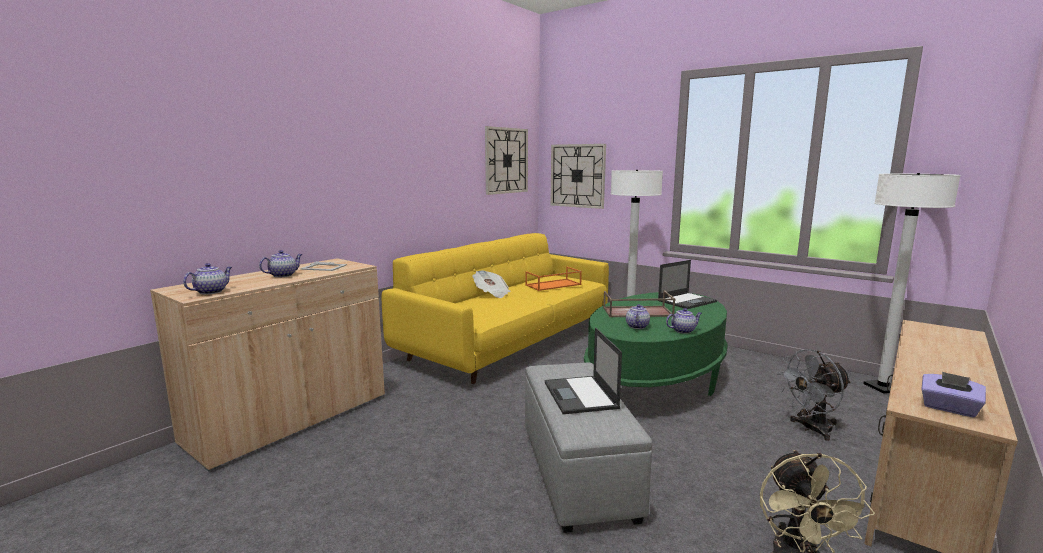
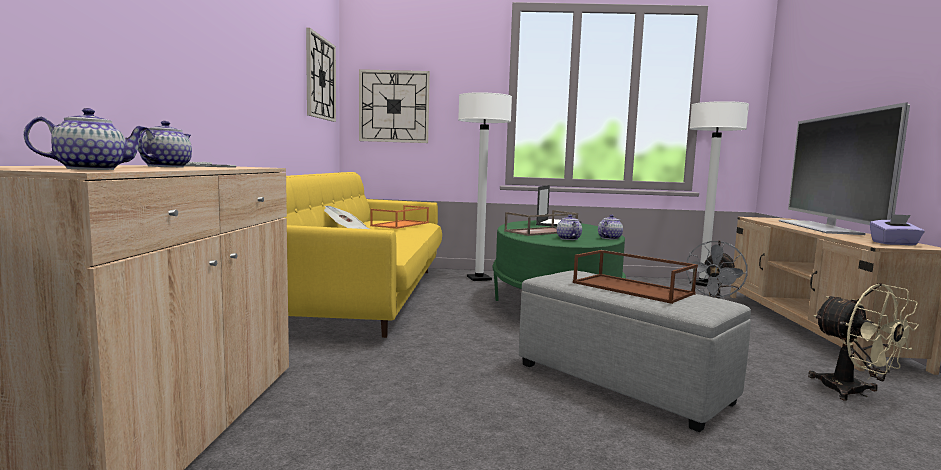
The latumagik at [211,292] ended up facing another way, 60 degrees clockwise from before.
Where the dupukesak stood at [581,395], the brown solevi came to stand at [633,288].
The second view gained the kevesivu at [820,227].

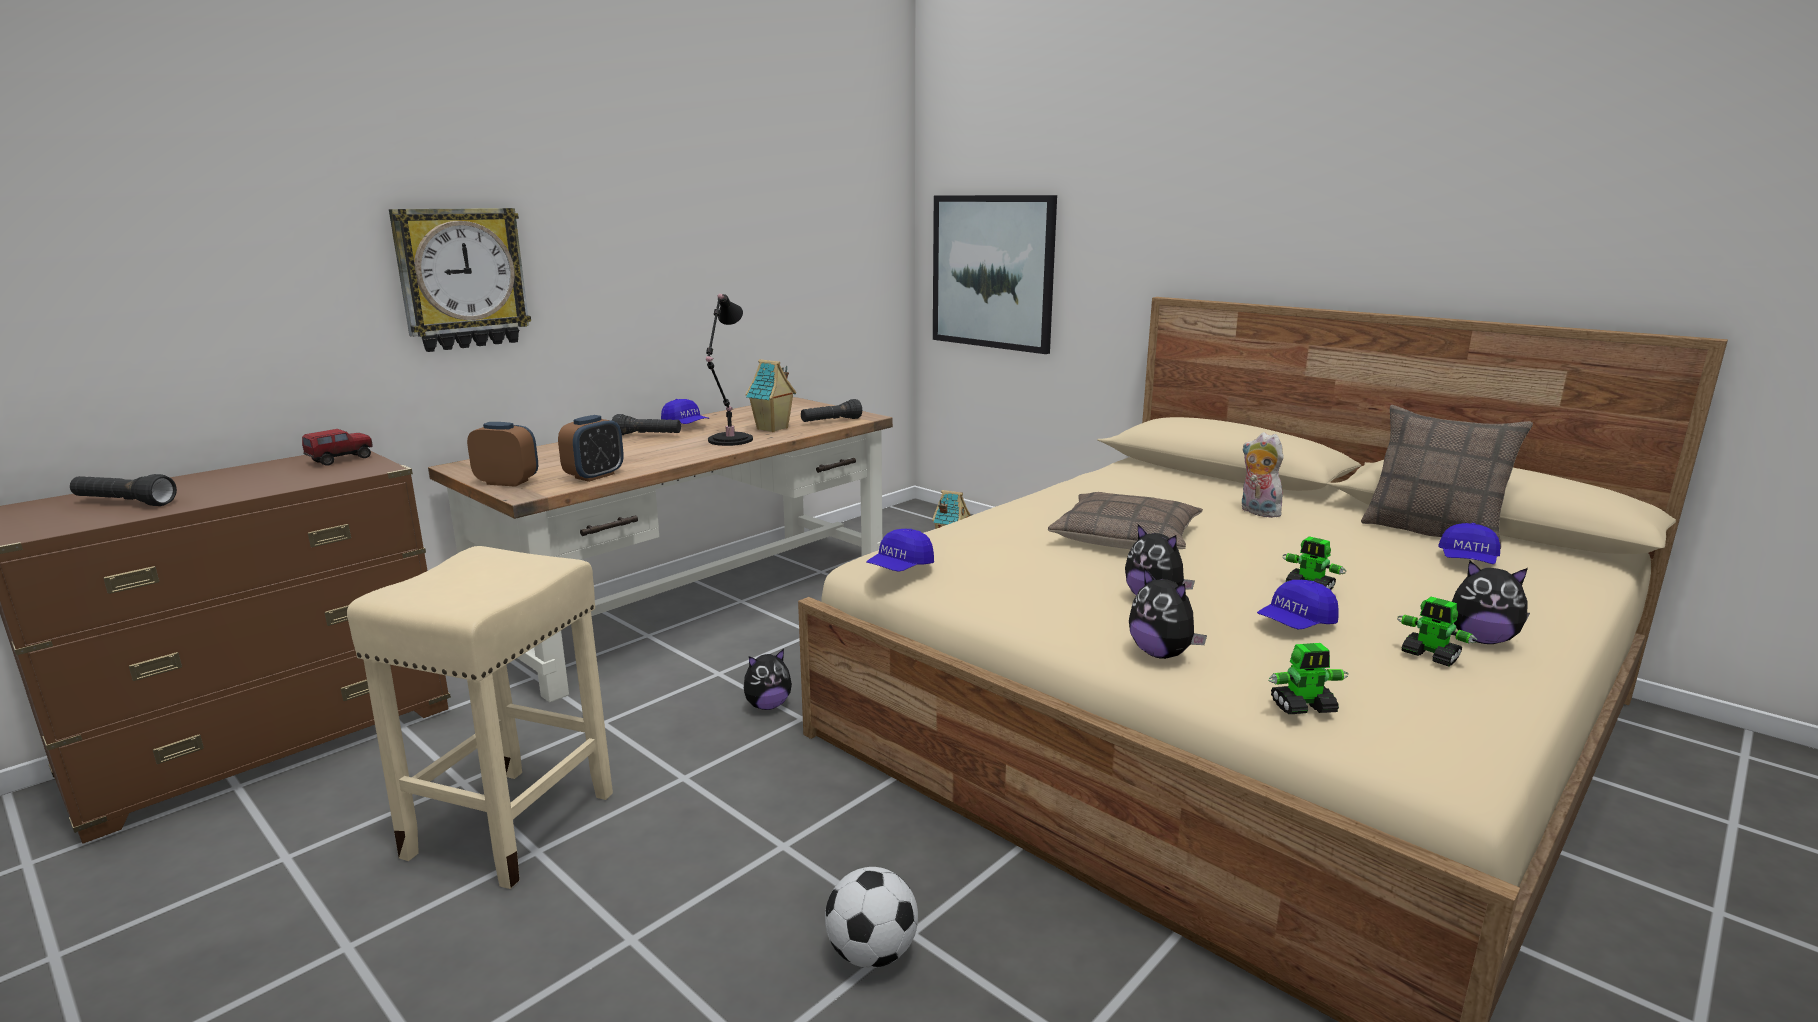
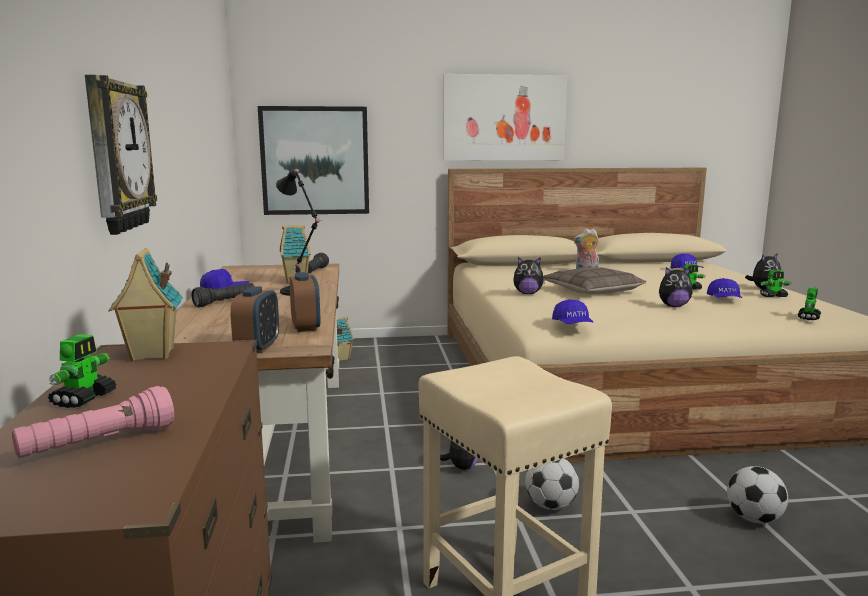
The second view lost the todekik at [1432,531].
The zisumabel at [507,482] ended up facing another way, 135 degrees clockwise from before.
Where the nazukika stood at [340,460], the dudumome came to stand at [151,355].
What was the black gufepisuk at [124,503] turned into the pink gufepisuk at [99,444].
The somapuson ended up elsewhere, having gone from [1161,654] to [527,293].
The second view gained the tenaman at [504,118].
The second view gained the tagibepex at [84,398].
The second view gained the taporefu at [550,505].

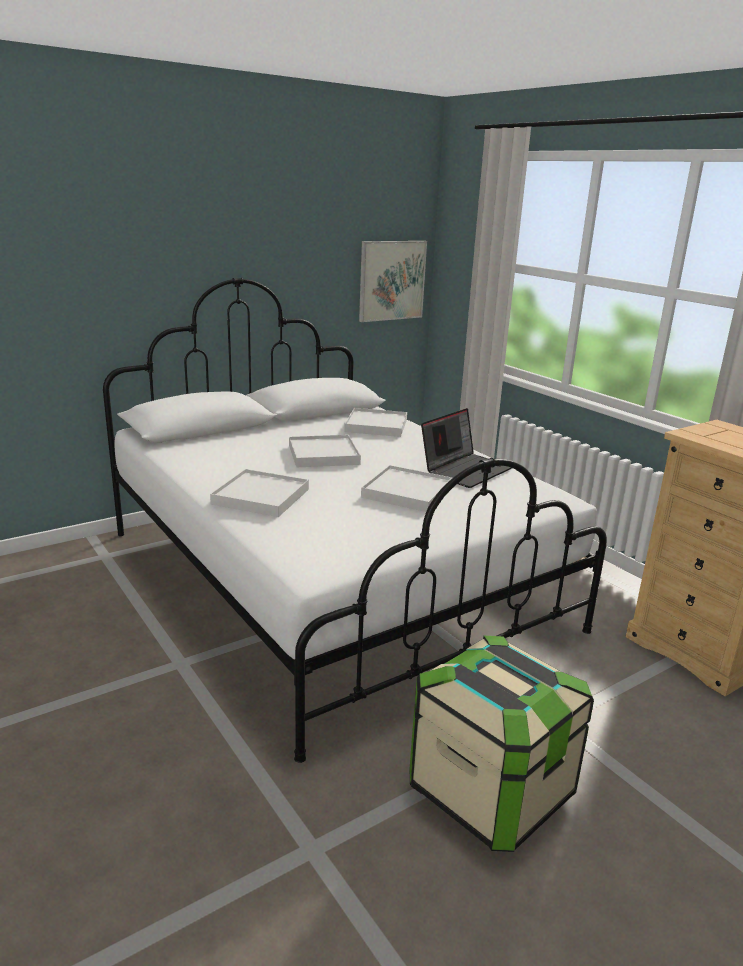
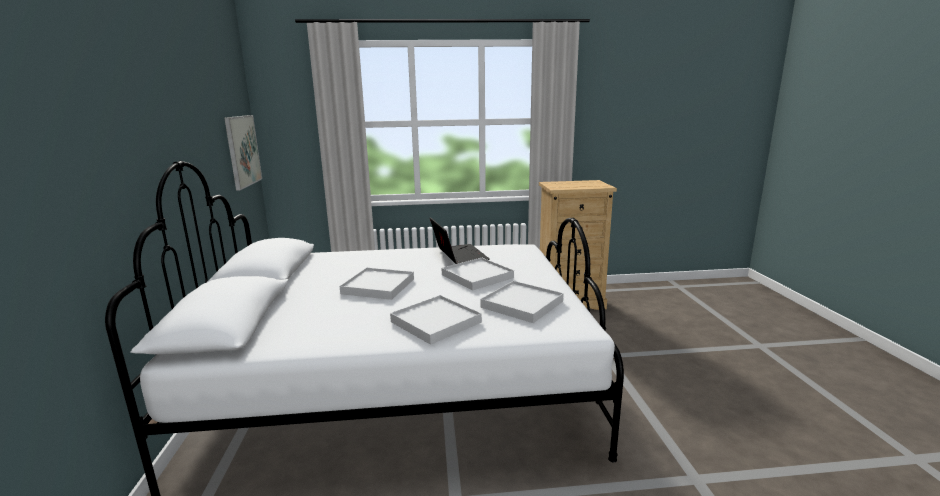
The white solevi ended up elsewhere, having gone from [376,426] to [522,304].
The second view lost the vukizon at [490,790].

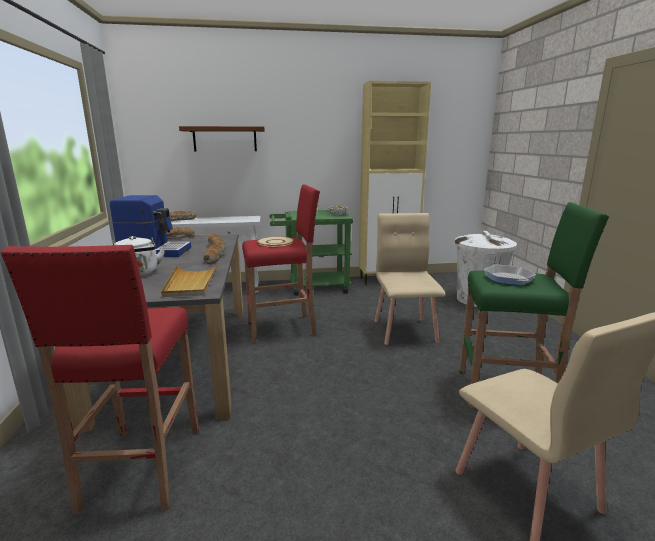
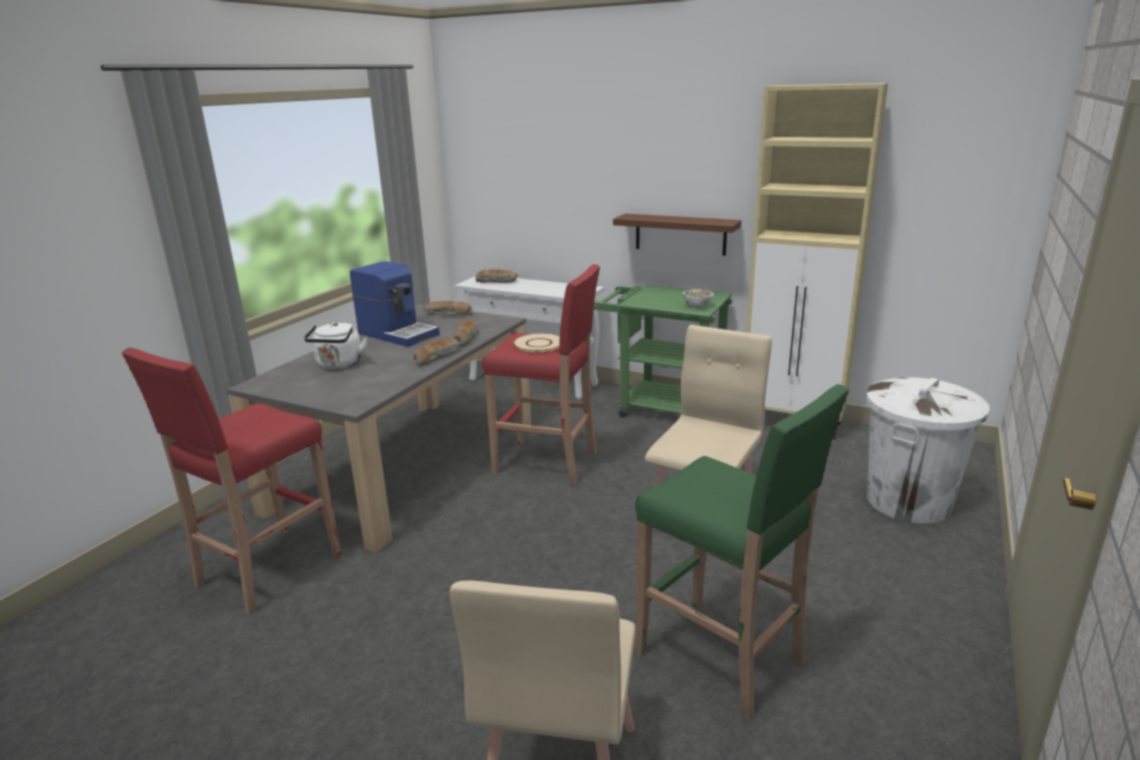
The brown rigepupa ended up elsewhere, having gone from [225,139] to [680,234].
The second view lost the beige solevi at [191,283].
The second view lost the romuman at [508,278].

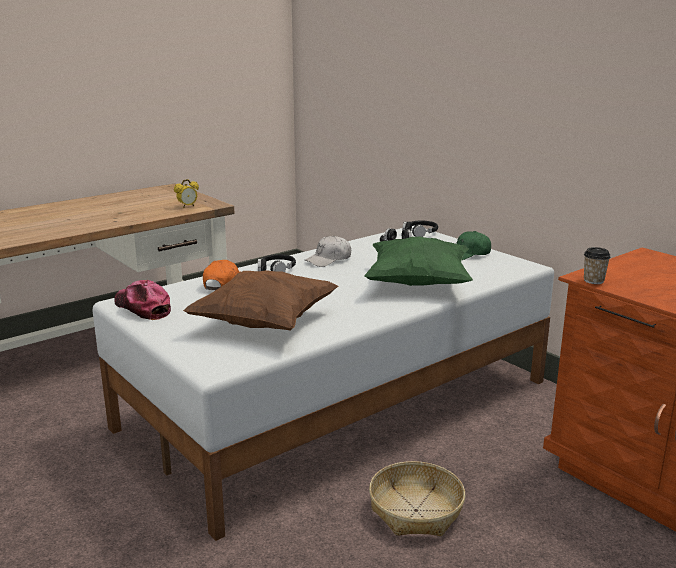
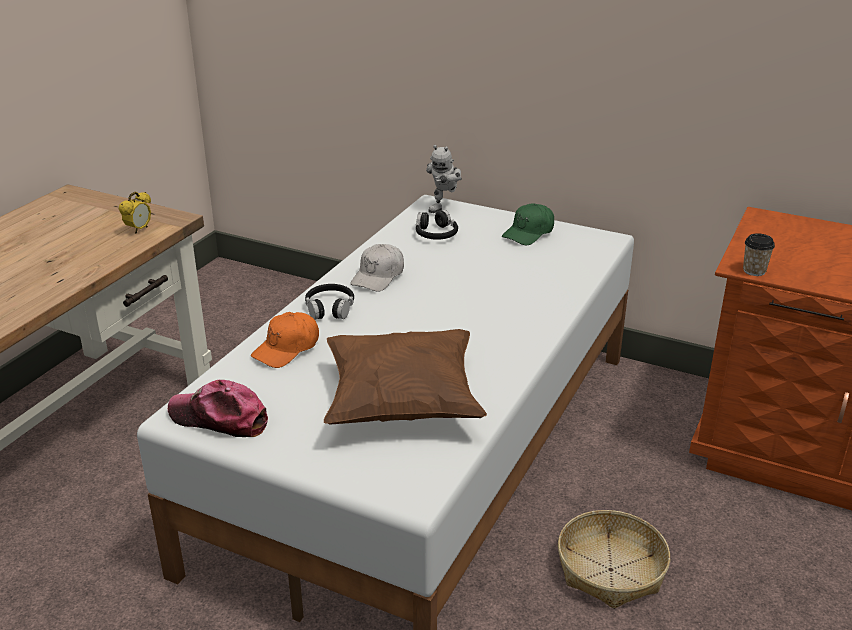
Where the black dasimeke stood at [420,233], the tagibepex came to stand at [445,207].
The second view lost the green todekik at [418,284].
The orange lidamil at [224,284] ended up facing another way, 135 degrees counterclockwise from before.

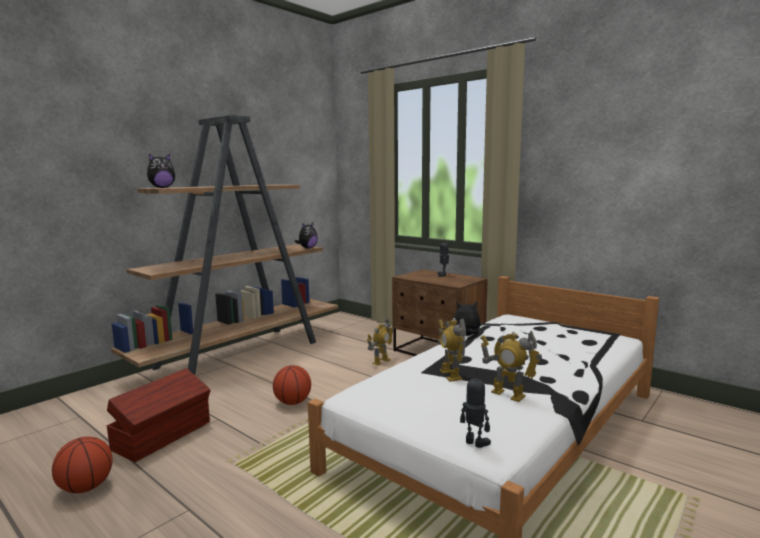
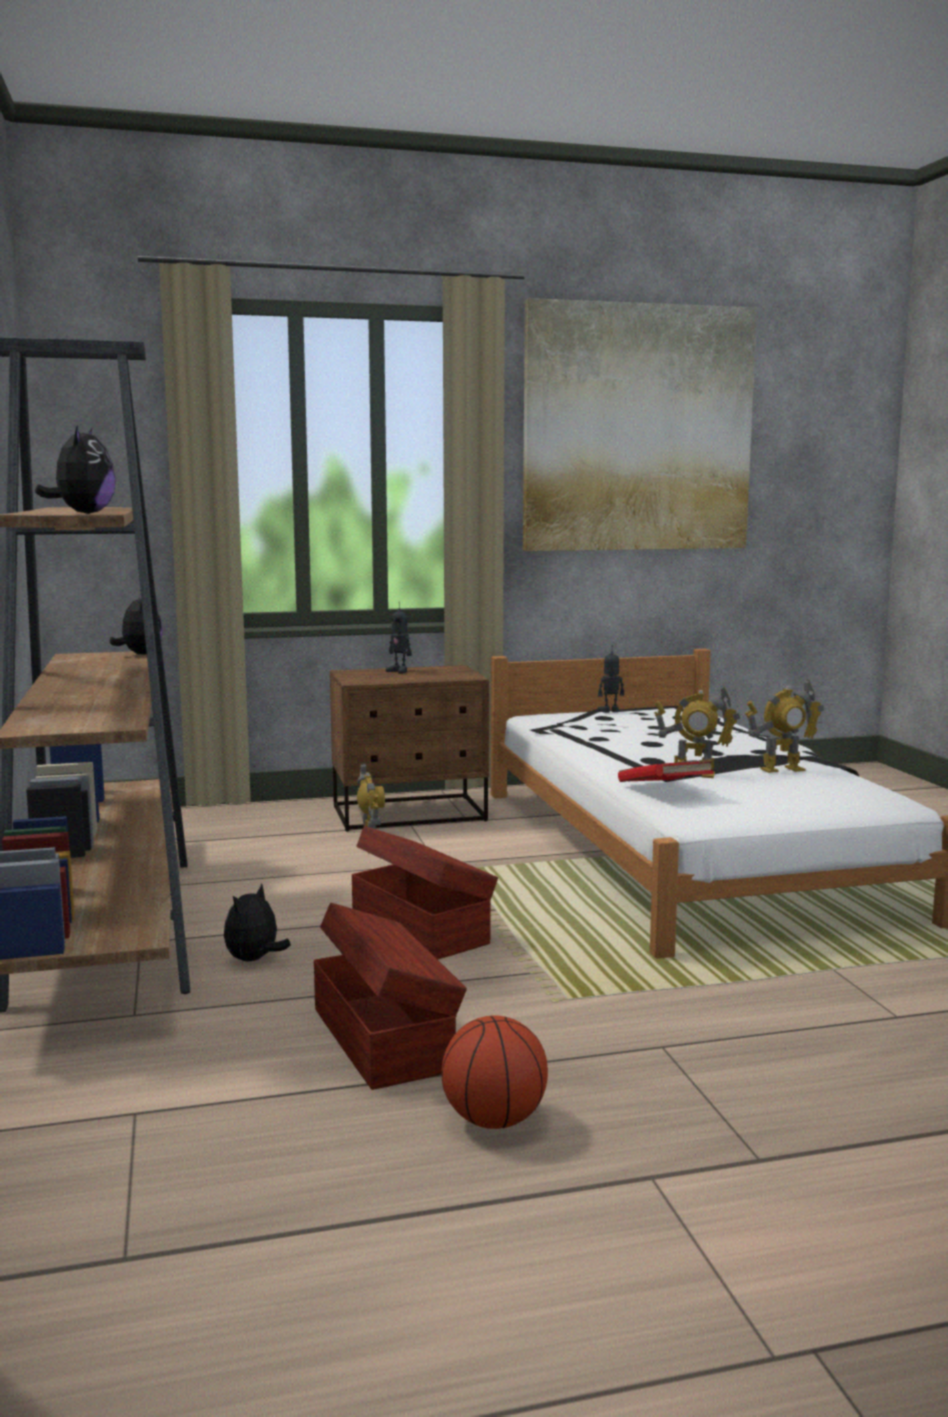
The somapuson ended up elsewhere, having gone from [466,336] to [254,960].
Where the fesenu stood at [293,403], the brown vukizon came to stand at [420,928].
The tagibepex ended up elsewhere, having gone from [474,443] to [610,711].
The second view gained the tenaman at [637,429].
The second view gained the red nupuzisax at [666,791].

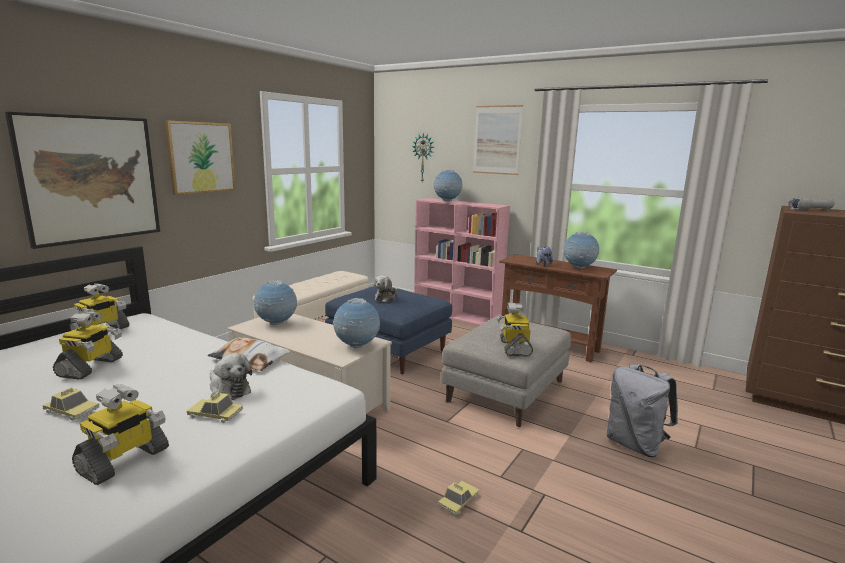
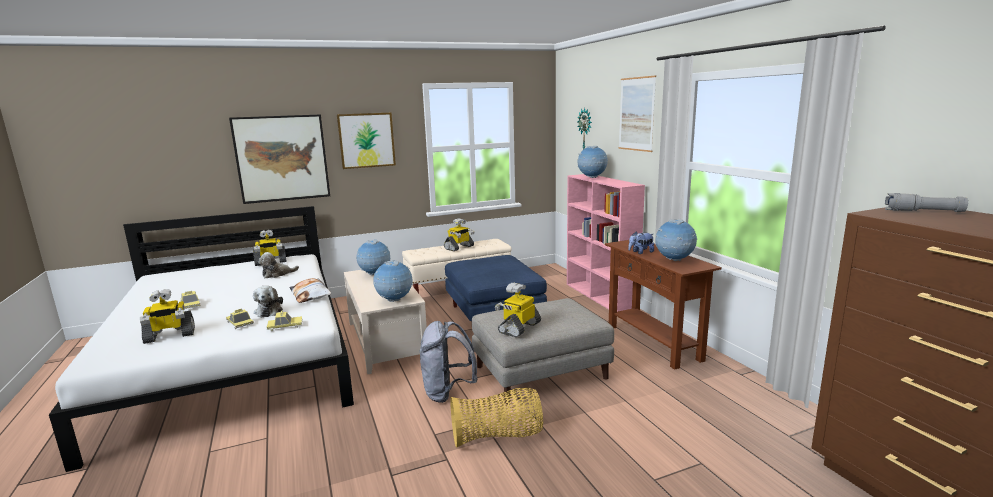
The somapuson ended up elsewhere, having gone from [386,298] to [277,274].
The tagibepex ended up elsewhere, having gone from [91,367] to [459,247].
The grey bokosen ended up elsewhere, having gone from [635,445] to [447,393].
The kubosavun ended up elsewhere, having gone from [458,501] to [285,326].
The second view gained the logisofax at [498,436].

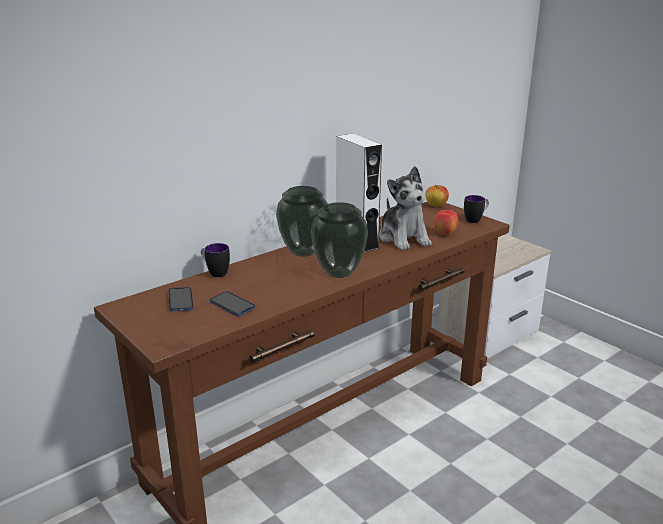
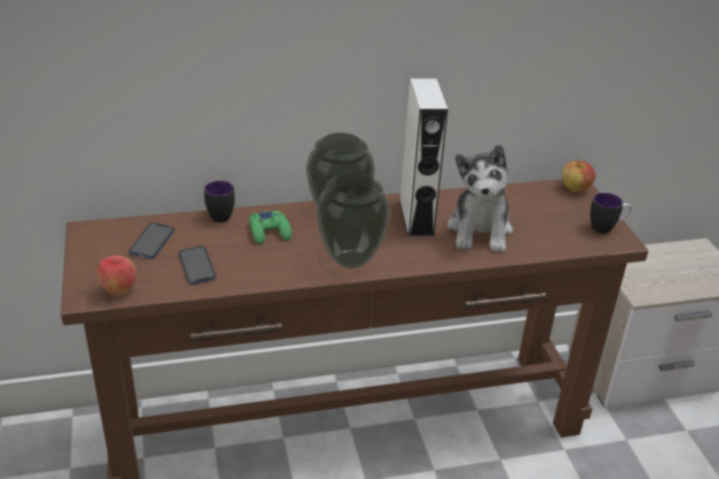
The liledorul ended up elsewhere, having gone from [445,234] to [119,291].
The second view gained the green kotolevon at [270,232].

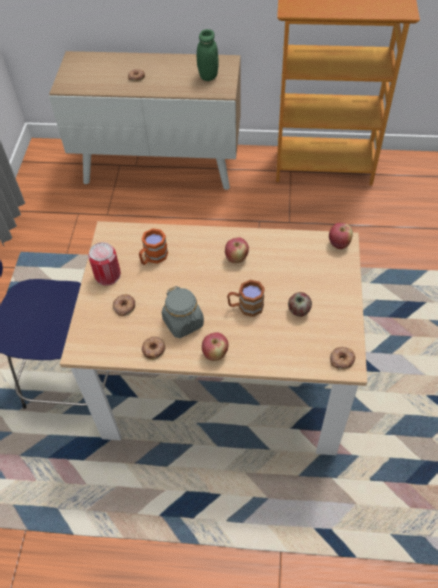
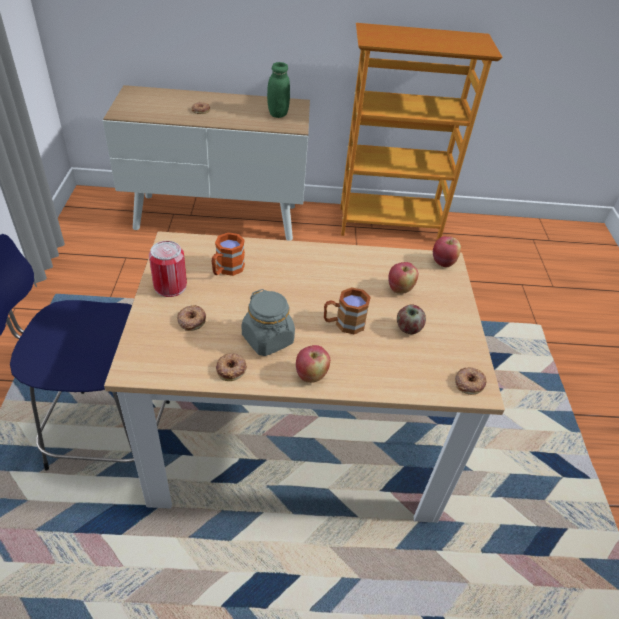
The liledorul ended up elsewhere, having gone from [236,258] to [400,289].

